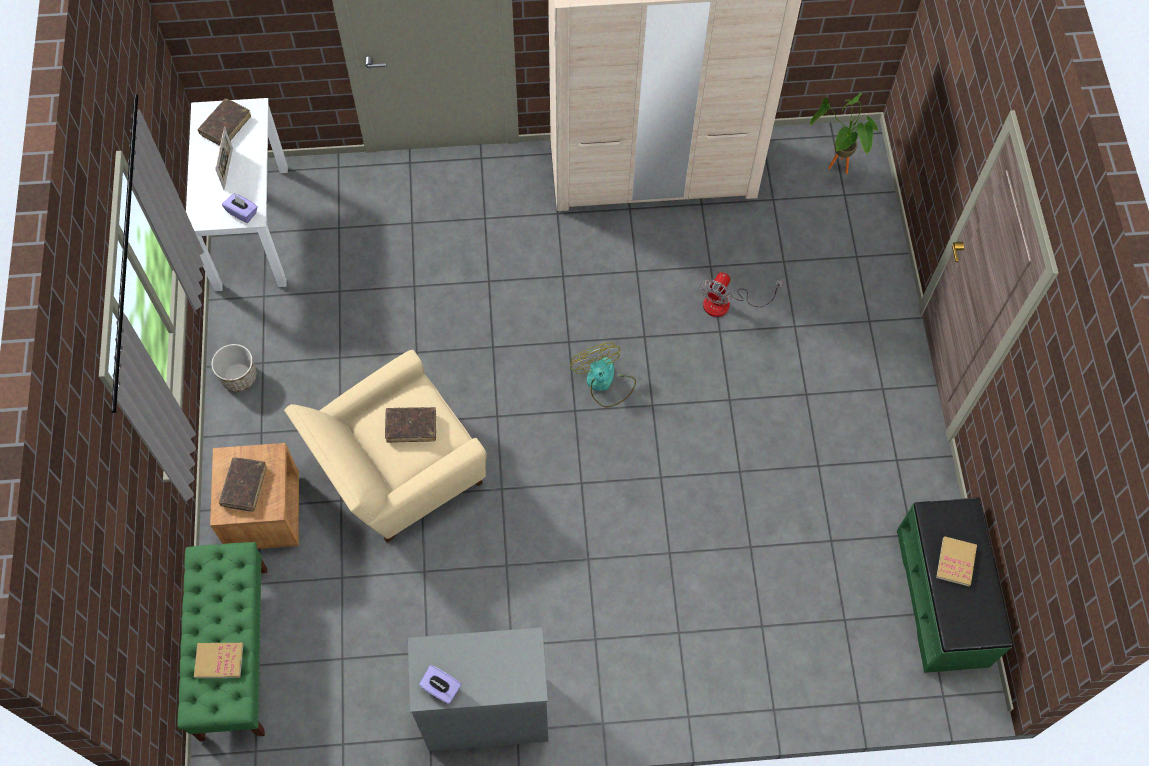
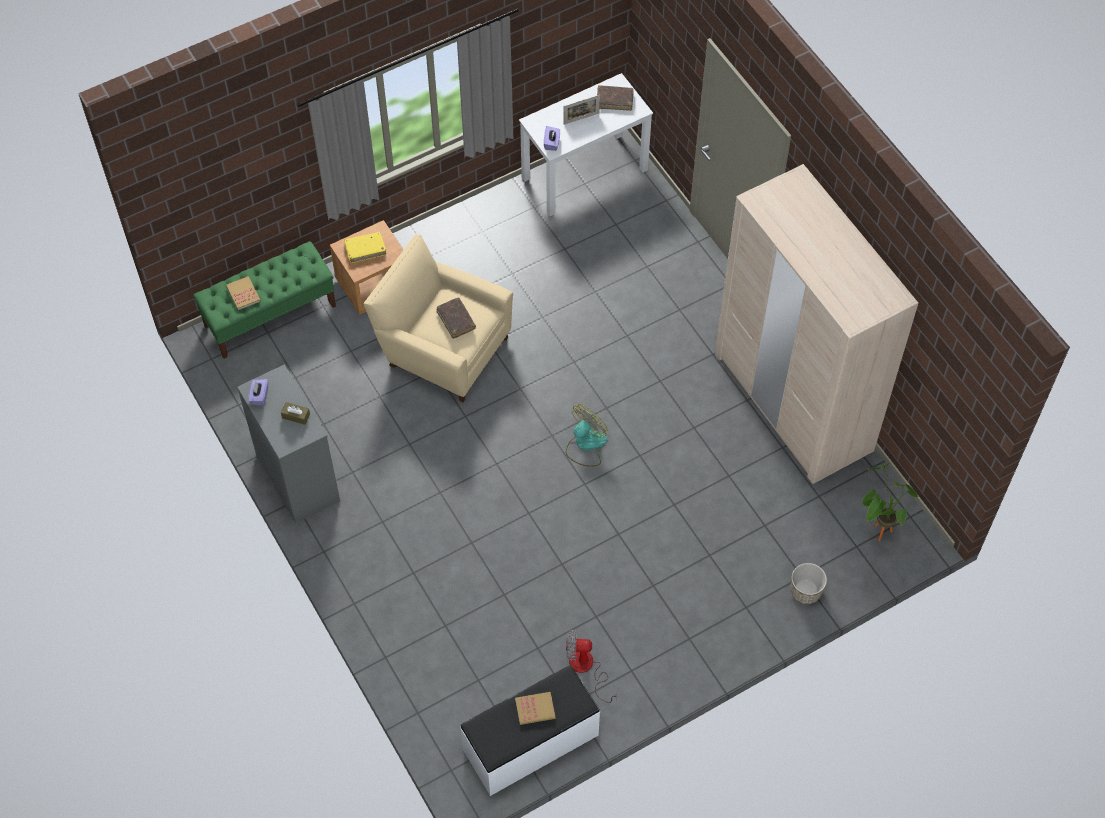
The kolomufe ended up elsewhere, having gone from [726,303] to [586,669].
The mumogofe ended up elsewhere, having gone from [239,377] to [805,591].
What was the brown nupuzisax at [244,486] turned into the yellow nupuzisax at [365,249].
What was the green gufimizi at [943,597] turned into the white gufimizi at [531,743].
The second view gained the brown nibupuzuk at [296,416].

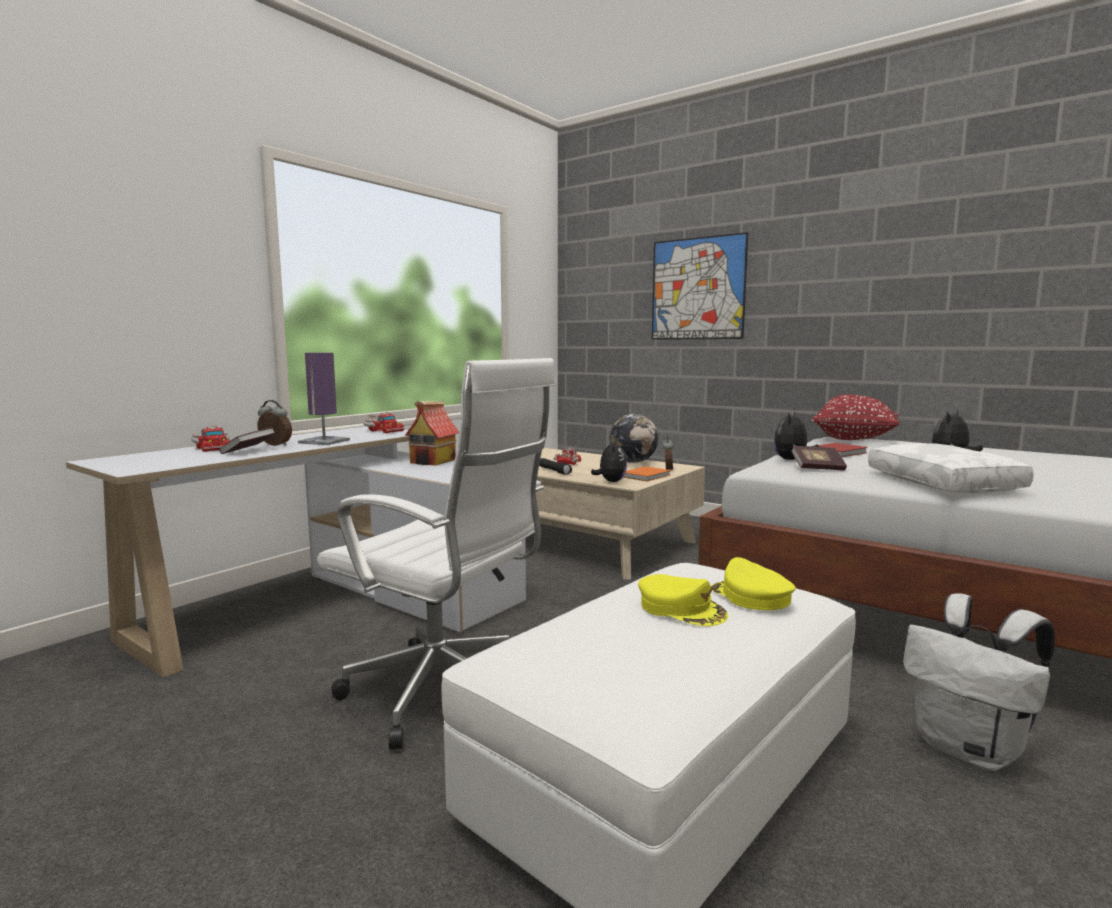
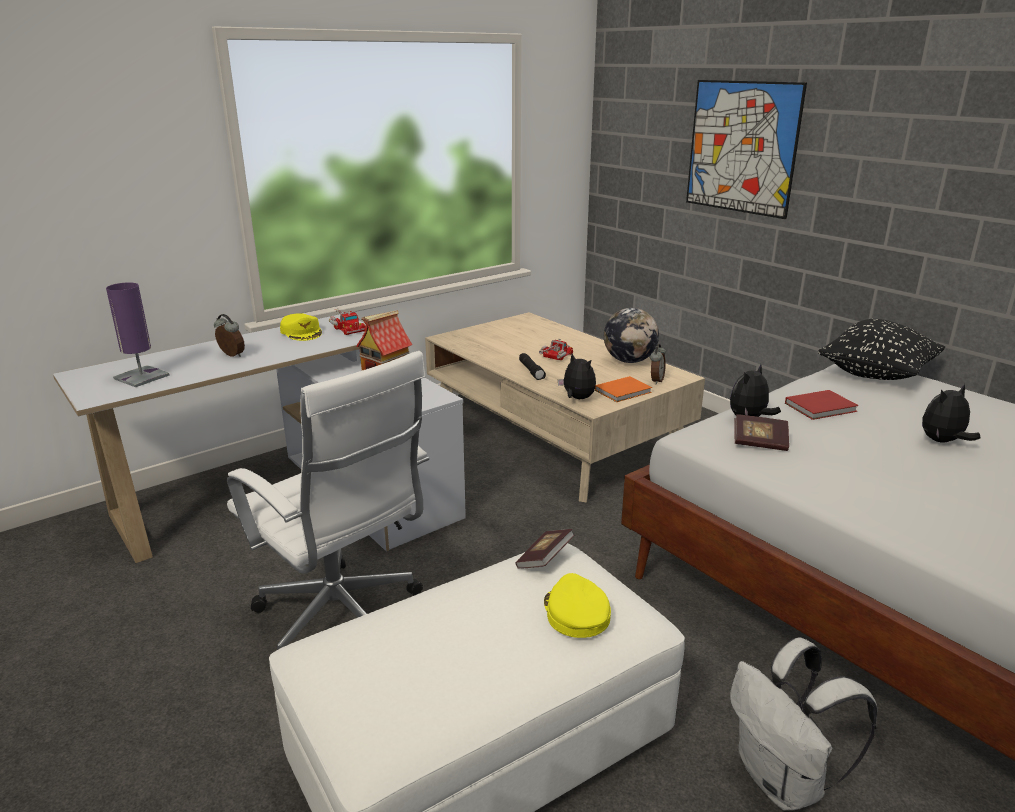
The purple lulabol ended up elsewhere, having gone from [324,441] to [141,377].
What was the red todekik at [854,439] turned into the black todekik at [876,375].
The second view lost the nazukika at [212,447].
The nupuzisax ended up elsewhere, having gone from [248,451] to [544,559].
The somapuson at [610,481] ended up facing another way, 60 degrees counterclockwise from before.
The second view lost the white todekik at [945,483].
The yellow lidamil ended up elsewhere, having gone from [681,609] to [302,332].

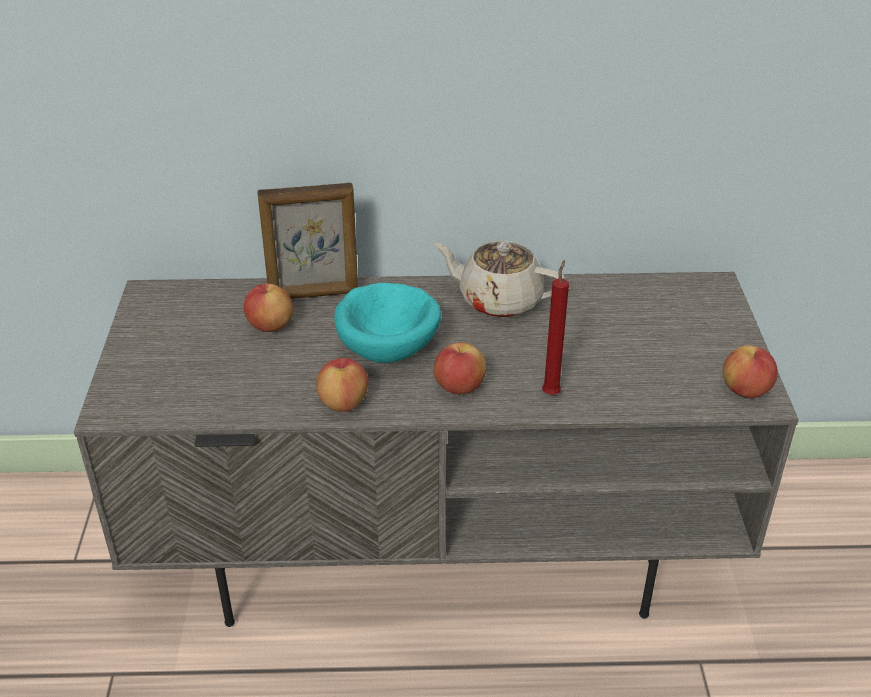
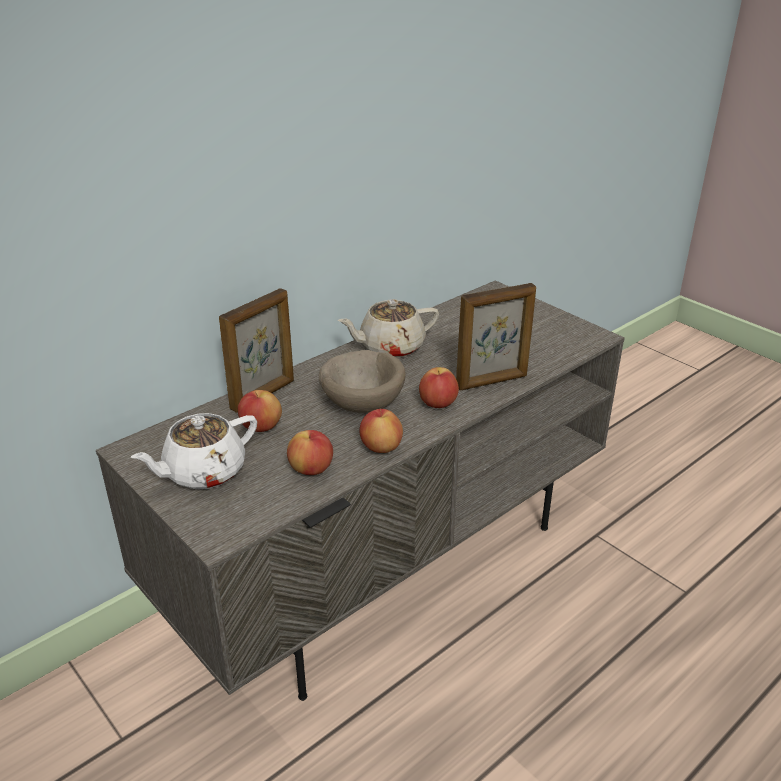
Where the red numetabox stood at [551,392], the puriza came to stand at [492,381].
What was the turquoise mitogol at [390,348] turned into the beige mitogol at [363,402].
The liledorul ended up elsewhere, having gone from [745,391] to [311,469].
The second view gained the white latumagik at [203,472].

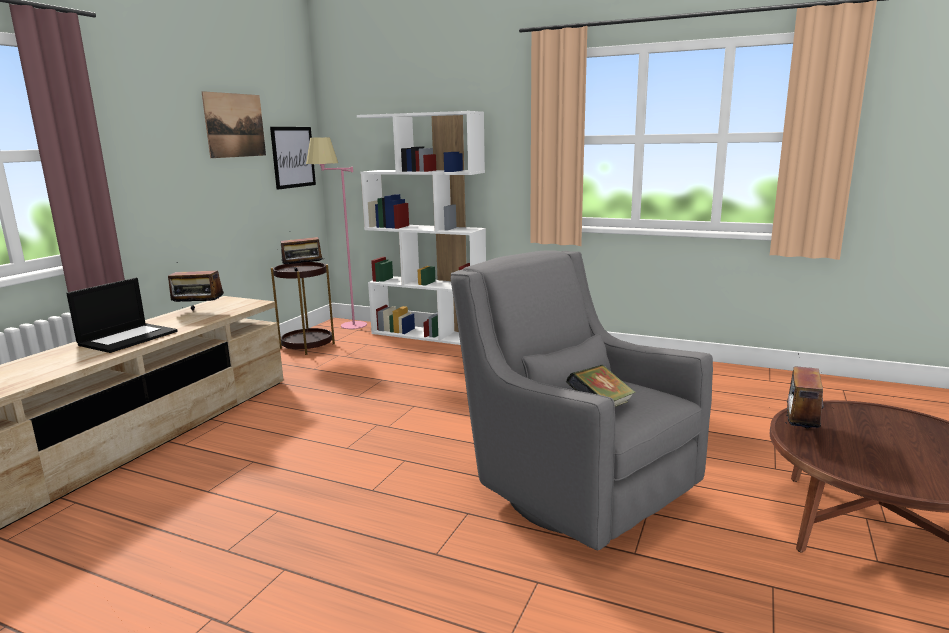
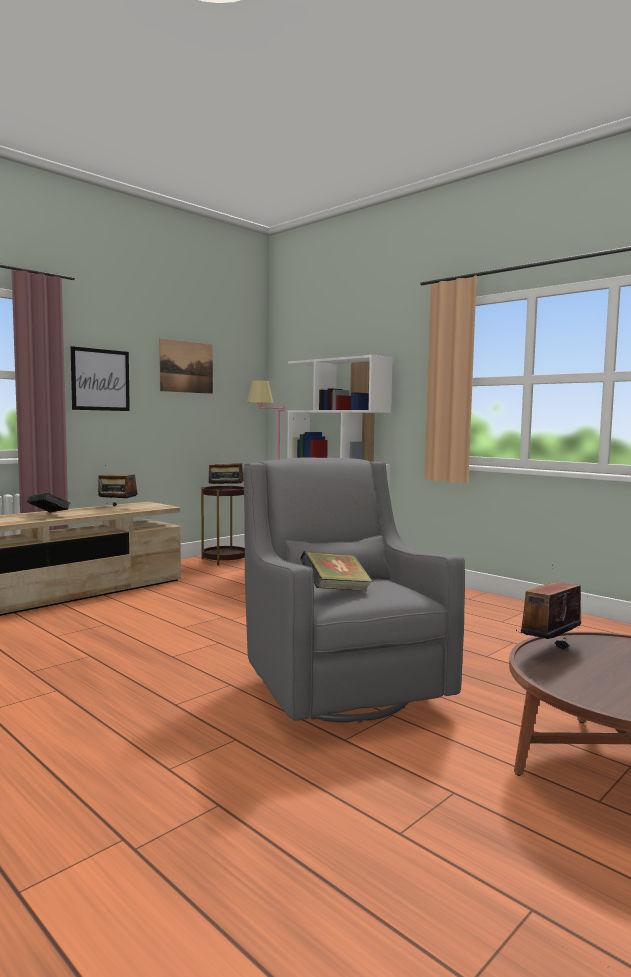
The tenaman ended up elsewhere, having gone from [293,157] to [100,380].
Where the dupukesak stood at [128,338], the nupuzisax came to stand at [49,515].

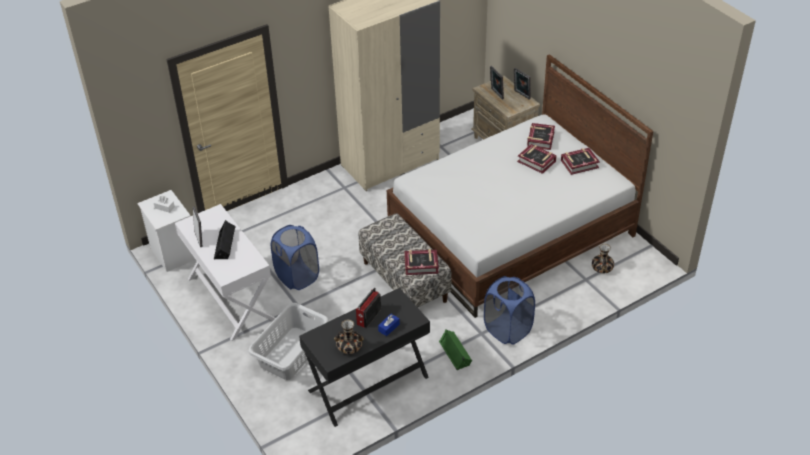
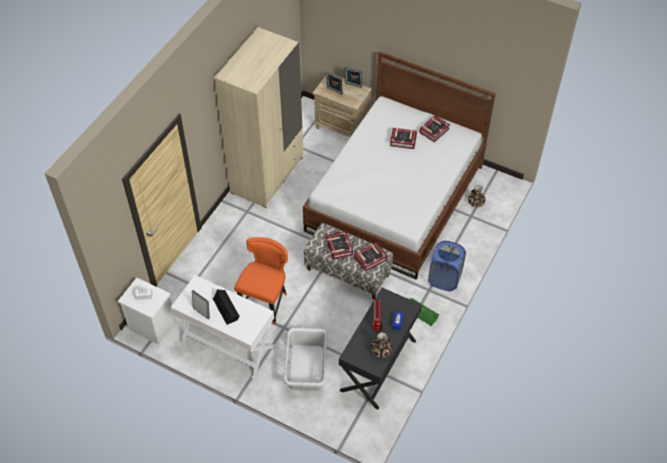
The nupuzisax ended up elsewhere, having gone from [540,139] to [339,247].
Where the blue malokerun stood at [297,277], the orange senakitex came to stand at [265,303].

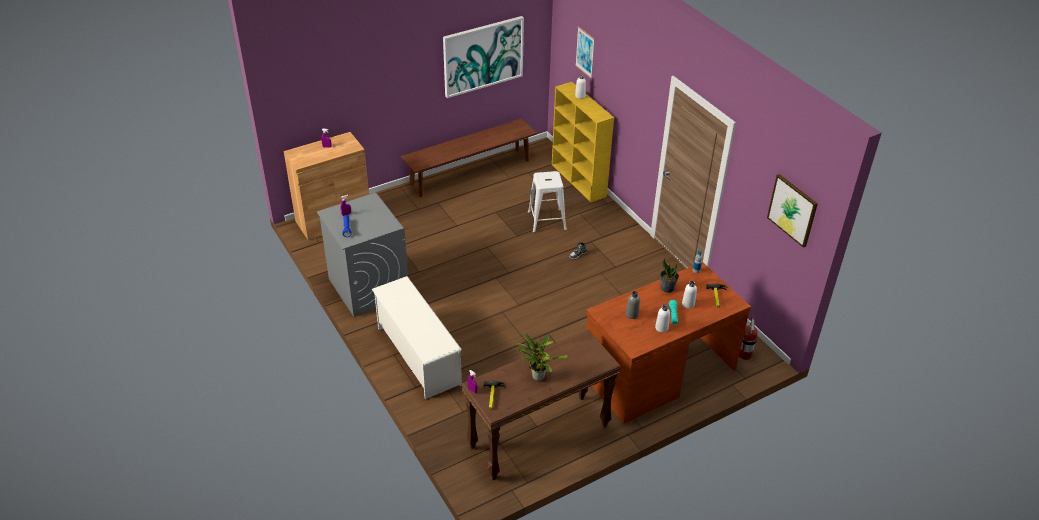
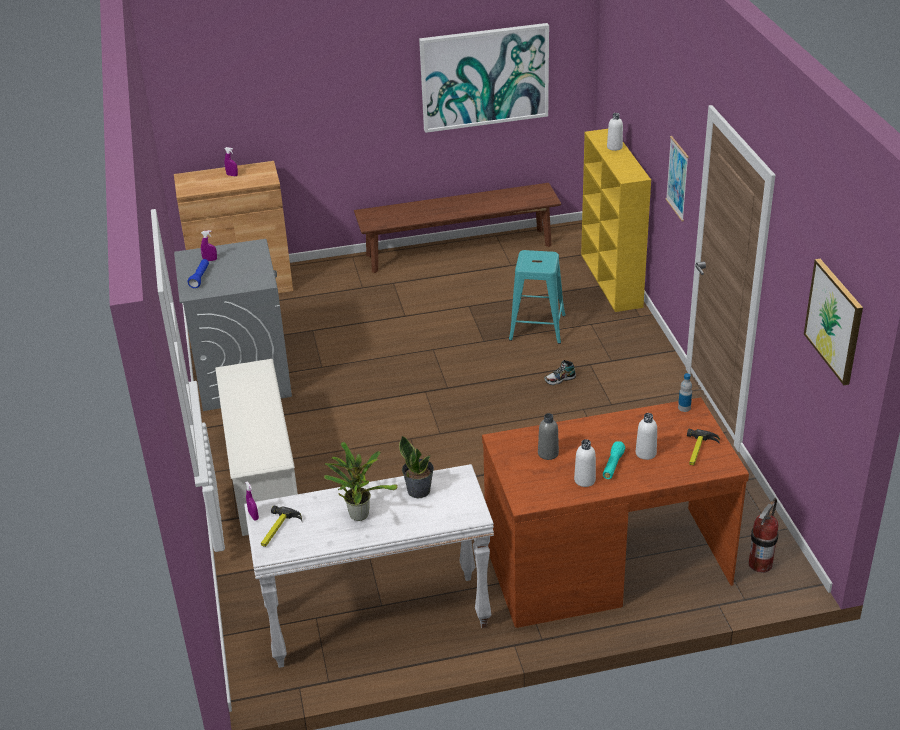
The tenaman ended up elsewhere, having gone from [585,52] to [677,178].
What was the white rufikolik at [546,220] turned into the turquoise rufikolik at [537,327].
The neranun ended up elsewhere, having gone from [667,288] to [419,490].
What was the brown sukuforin at [539,438] turned into the white sukuforin at [377,622].

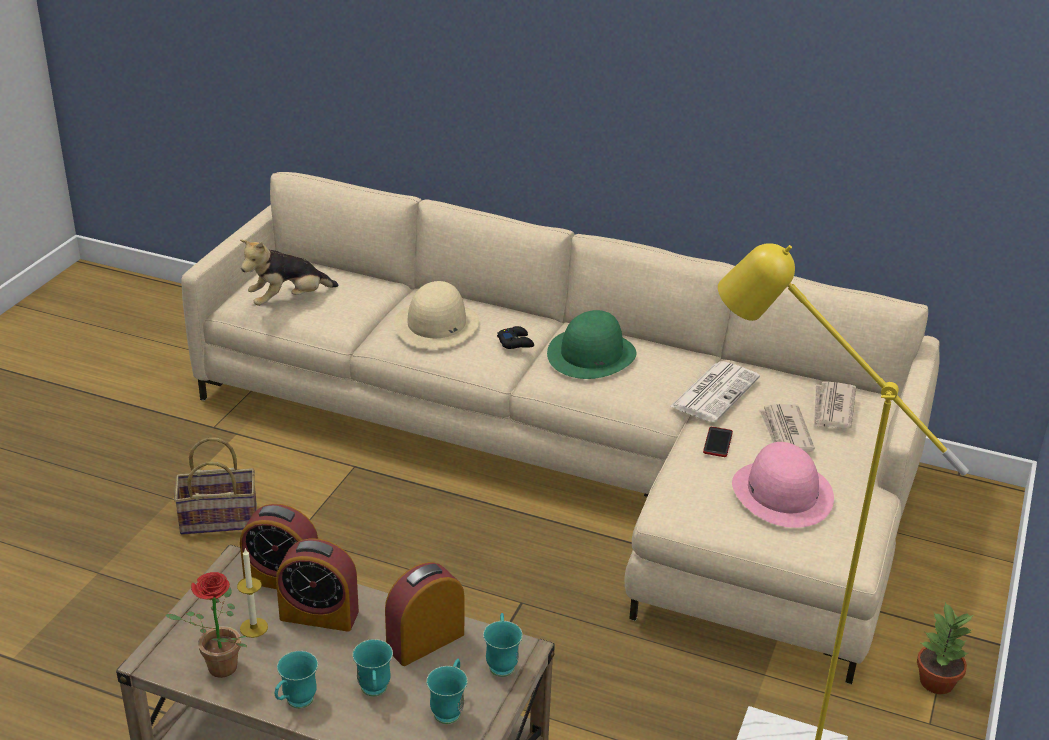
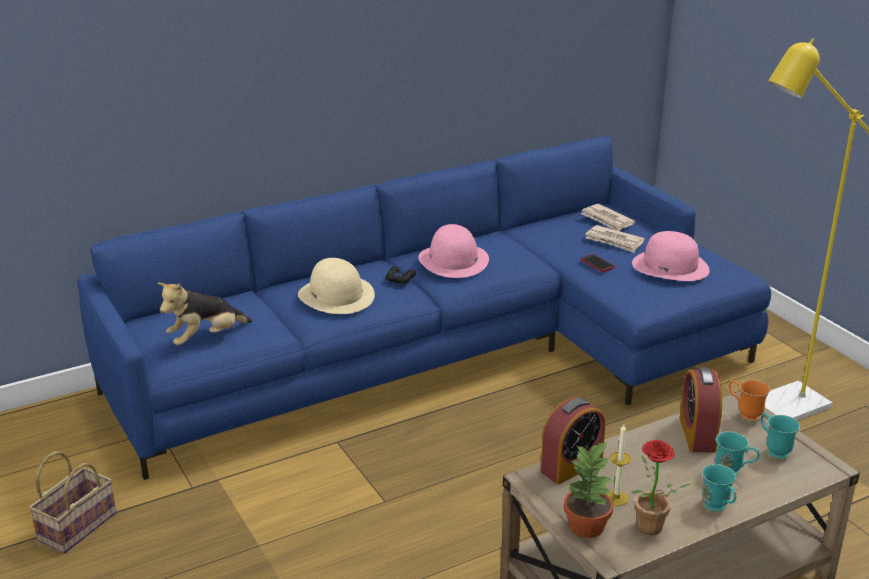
What was the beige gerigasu at [574,460] turned into the blue gerigasu at [448,354].
The somapuson at [288,300] ended up facing another way, 45 degrees clockwise from before.
What was the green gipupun at [591,354] turned into the pink gipupun at [453,260].
The second view lost the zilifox at [715,391].
The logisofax ended up elsewhere, having gone from [221,518] to [78,525].
The second view lost the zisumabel at [319,615].
The neranun ended up elsewhere, having gone from [937,682] to [587,527].
What was the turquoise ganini at [501,662] turned into the orange ganini at [744,414].

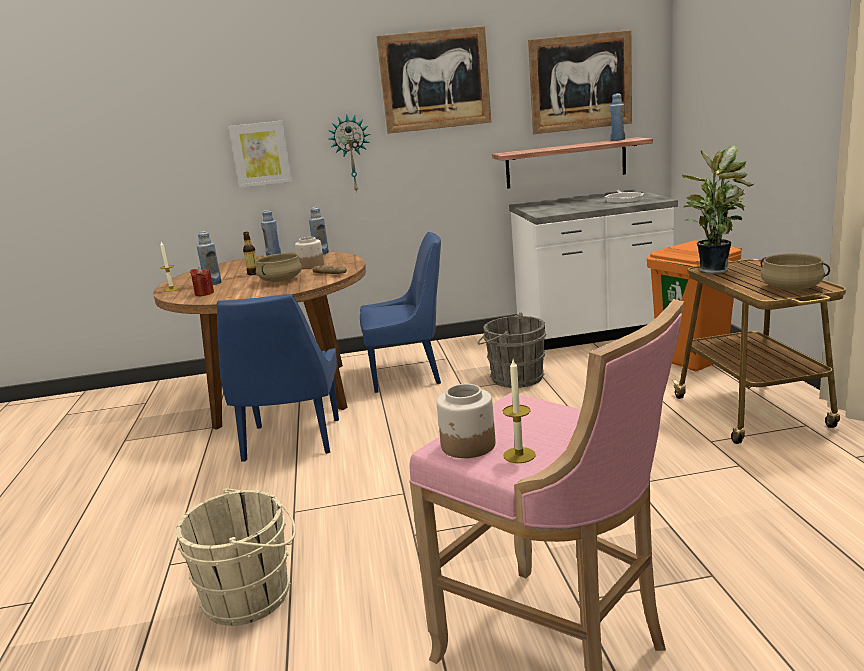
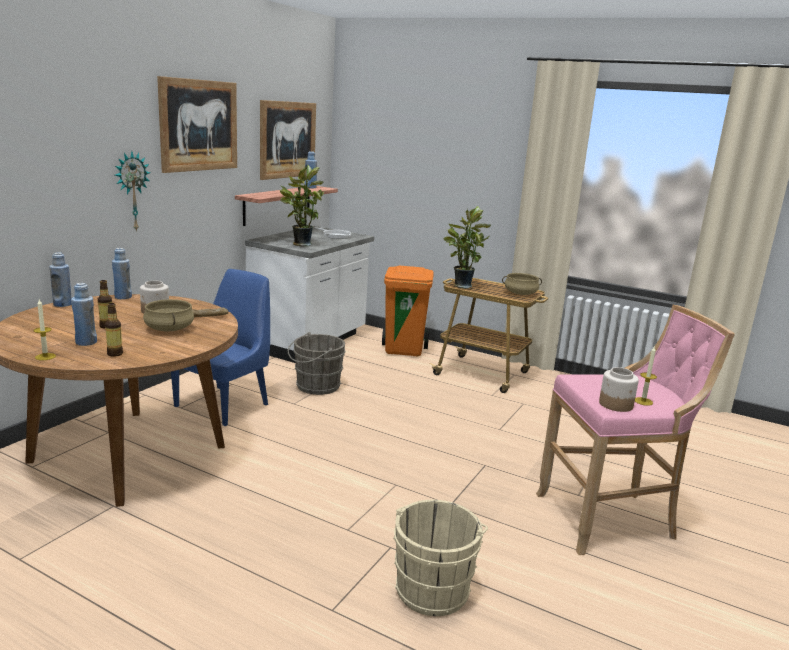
The second view lost the tenaman at [260,154].
Where the red numetabox stood at [204,293], the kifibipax came to stand at [115,354].
The second view lost the blue senakitex at [291,442].
The second view gained the neranun at [300,244].

